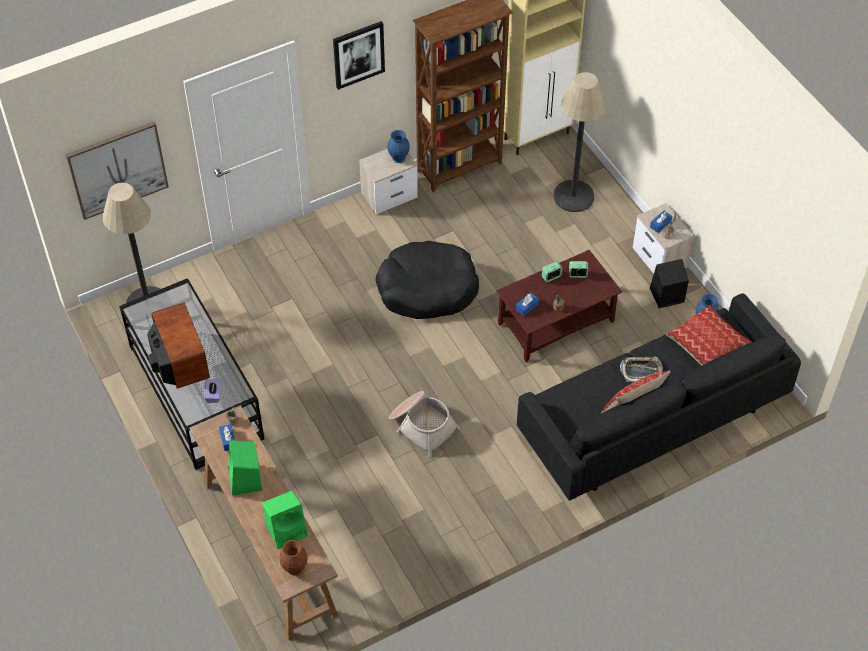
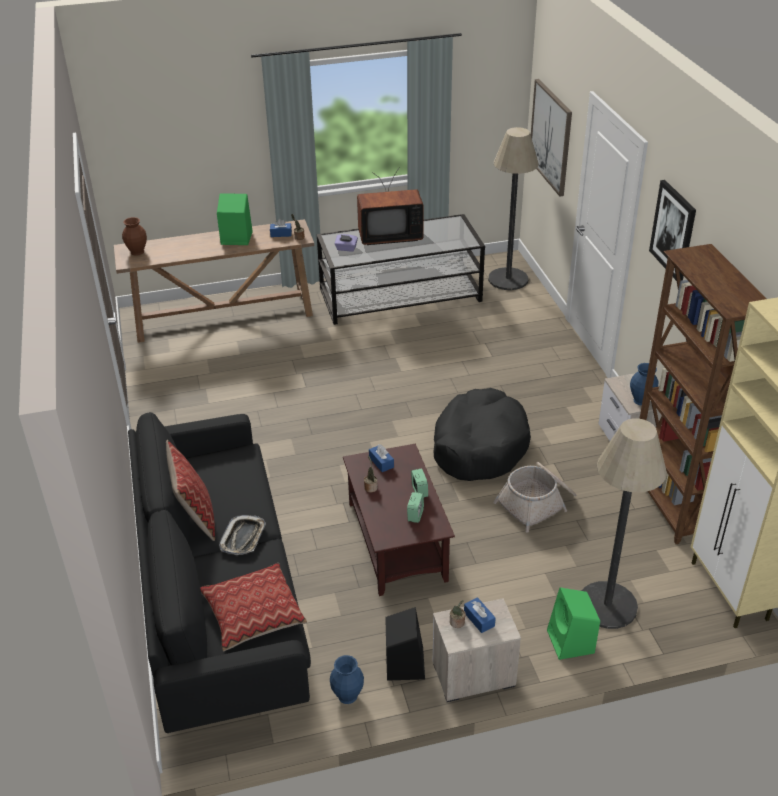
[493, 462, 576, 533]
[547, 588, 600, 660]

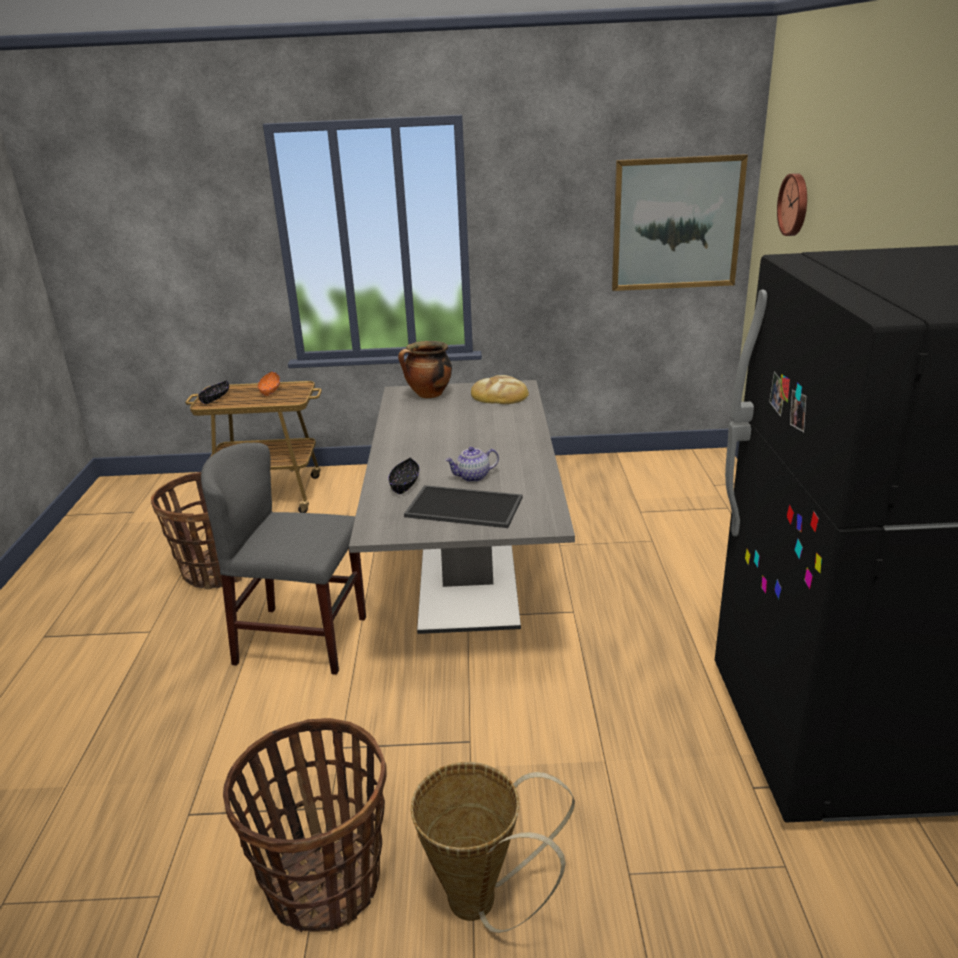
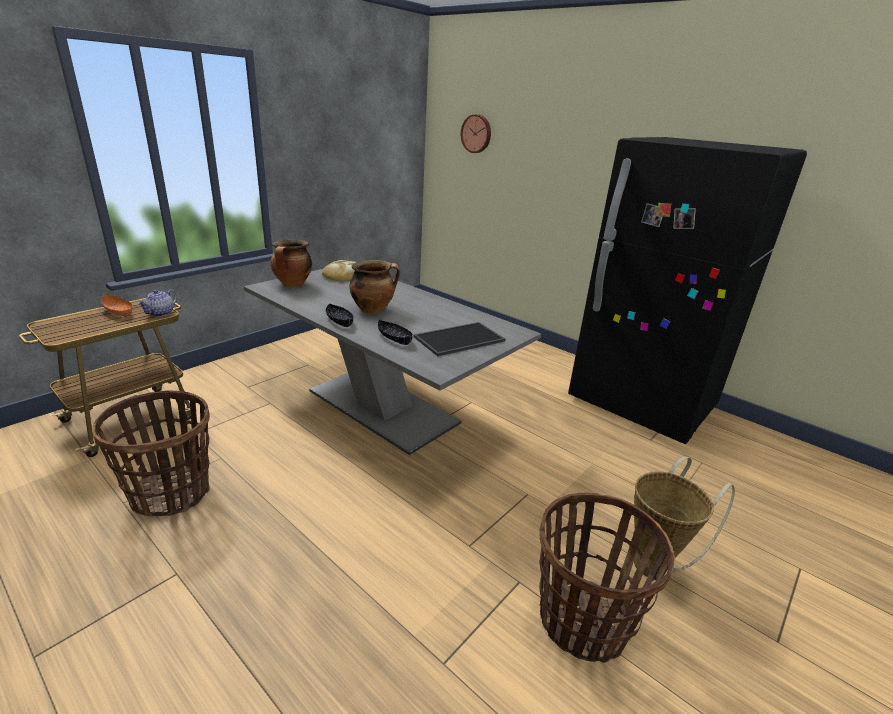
[612, 154, 748, 291] (first image)
[326, 303, 354, 327]
[201, 443, 366, 675] (first image)
[137, 290, 177, 317]
[349, 260, 400, 314]

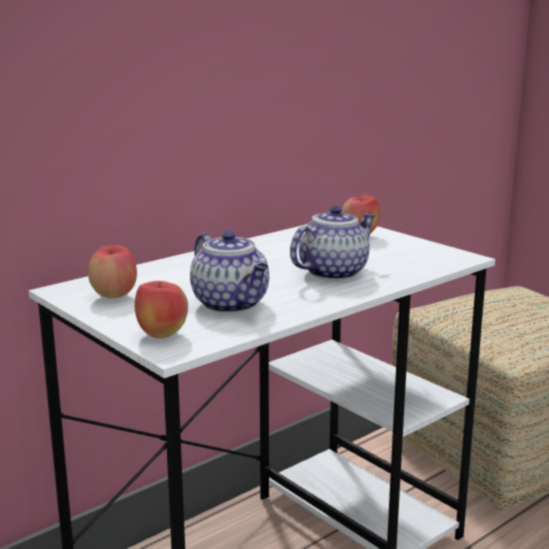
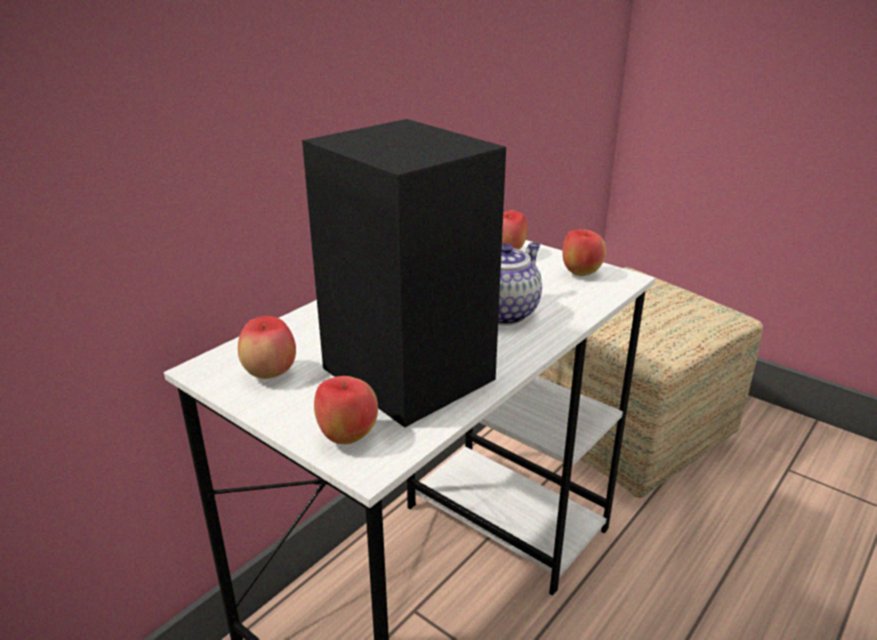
[302, 119, 506, 428]
[562, 229, 606, 276]

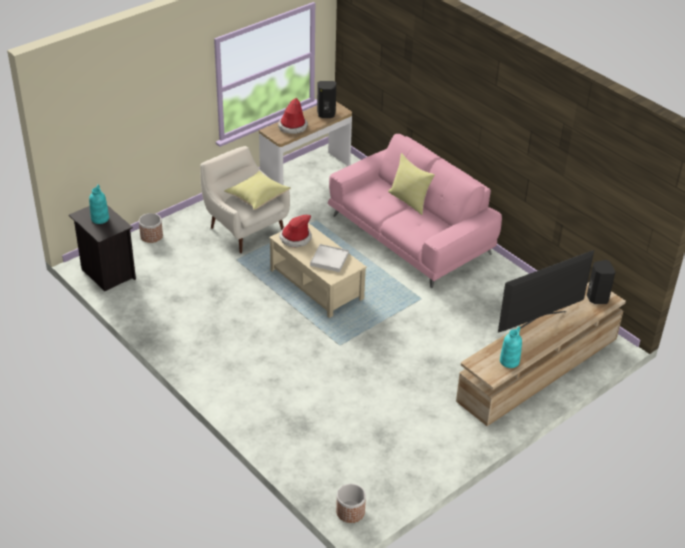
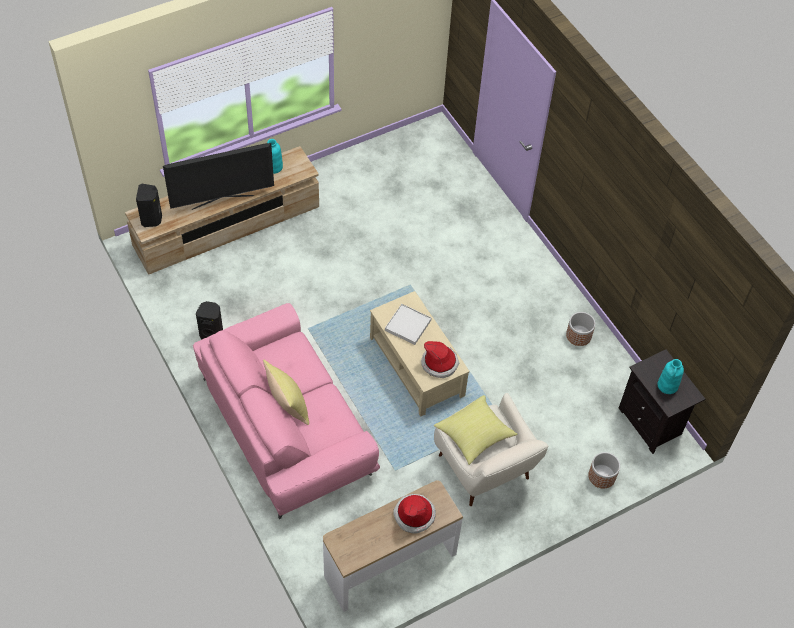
[196, 301, 223, 340]
[566, 312, 595, 346]

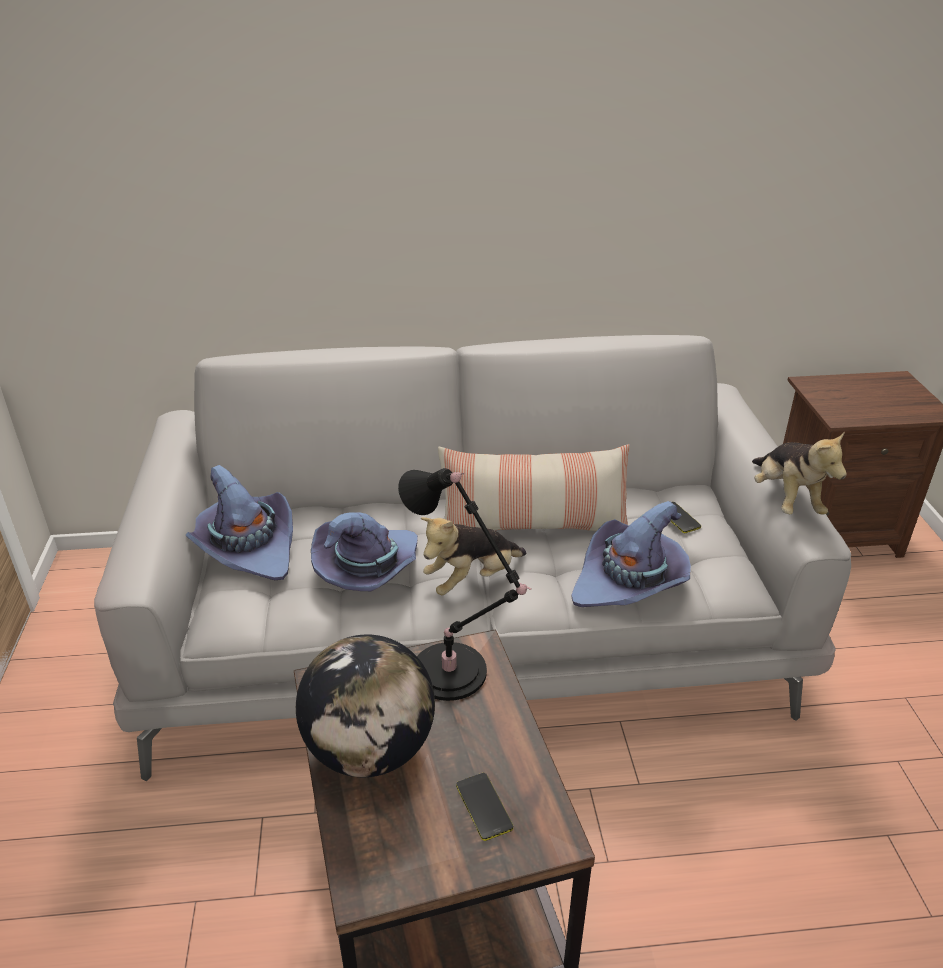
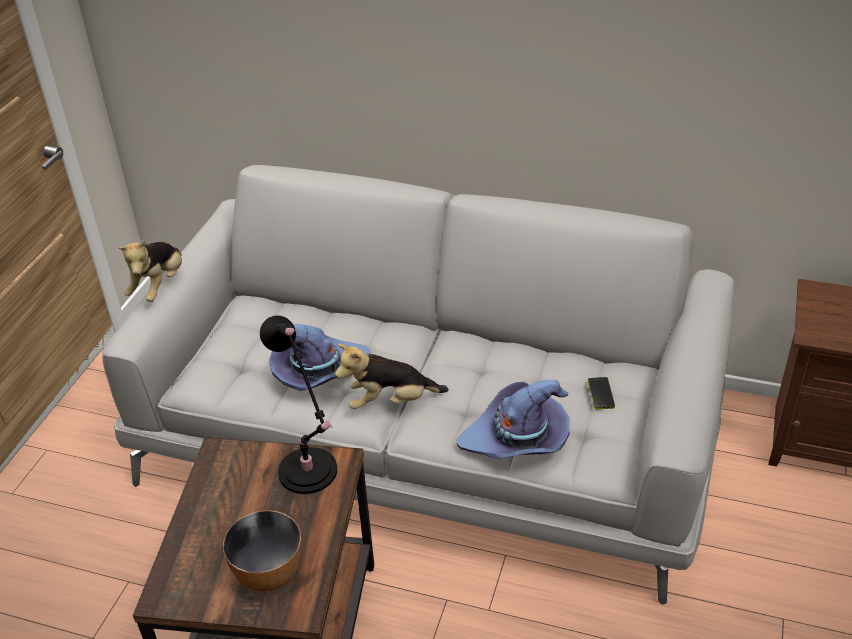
[119, 239, 182, 302]
[438, 444, 629, 531] (first image)
[186, 465, 293, 580] (first image)
[296, 634, 435, 777] (first image)
[223, 510, 302, 592]

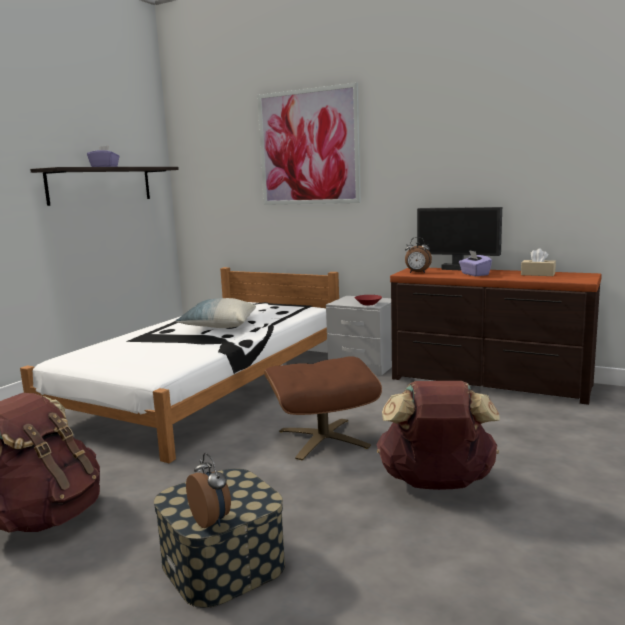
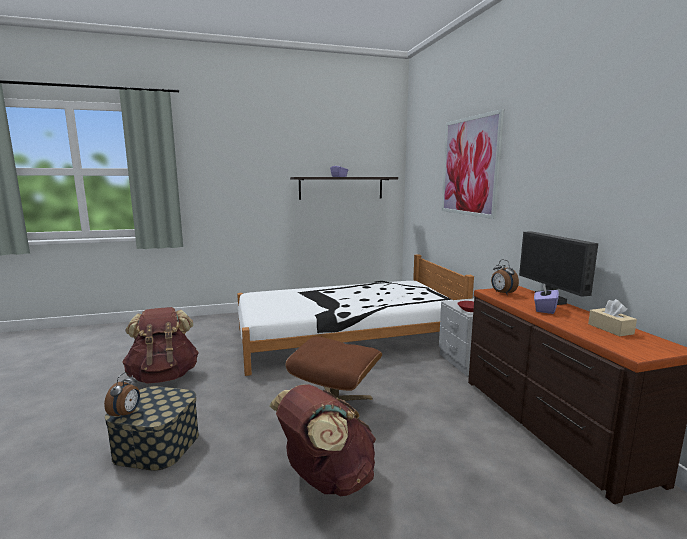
[175, 298, 256, 328] (first image)

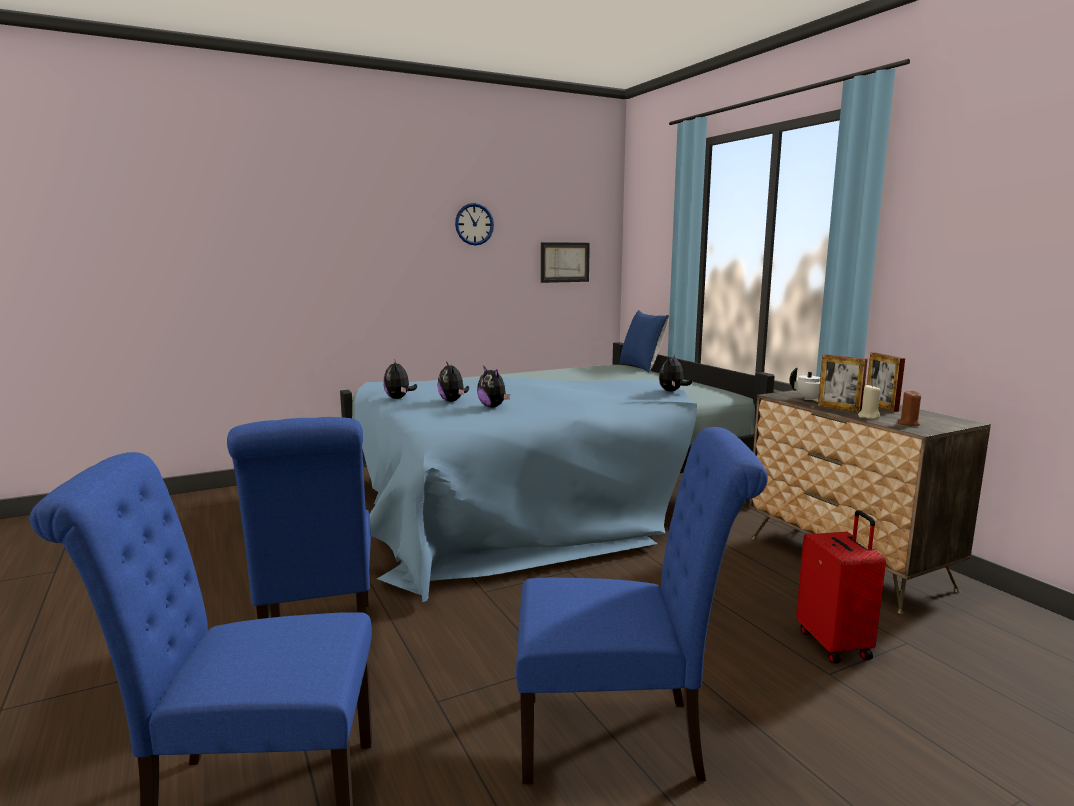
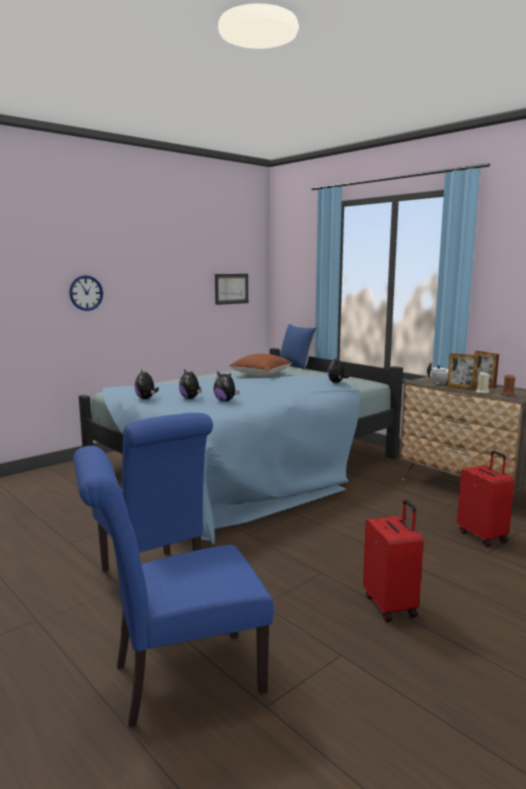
[69, 275, 103, 311]
[363, 499, 424, 622]
[229, 353, 293, 376]

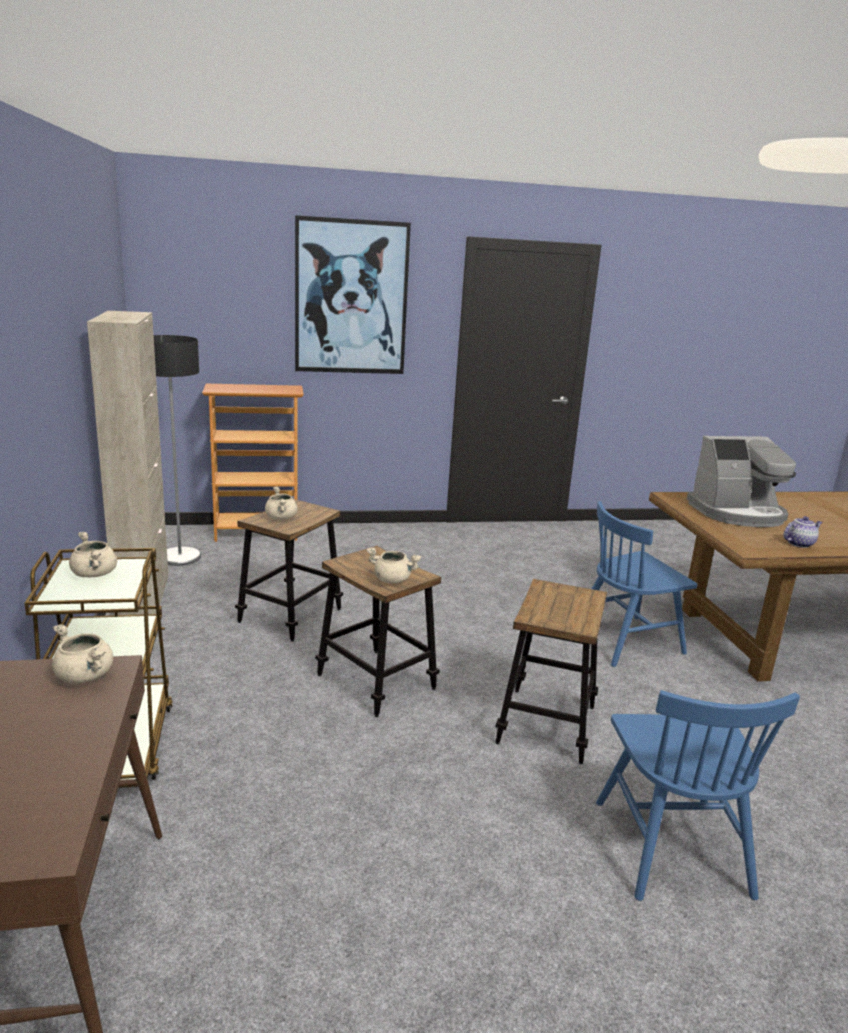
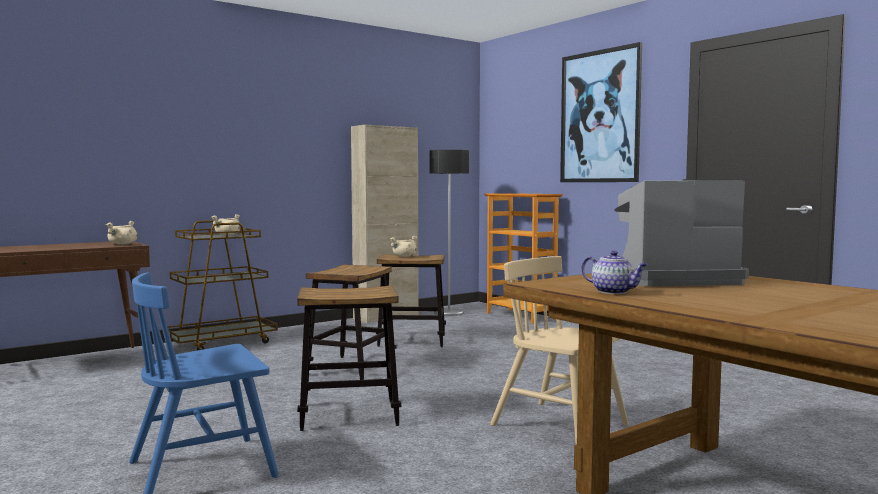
[615, 179, 749, 286]
[490, 256, 629, 444]
[367, 547, 421, 584] (first image)

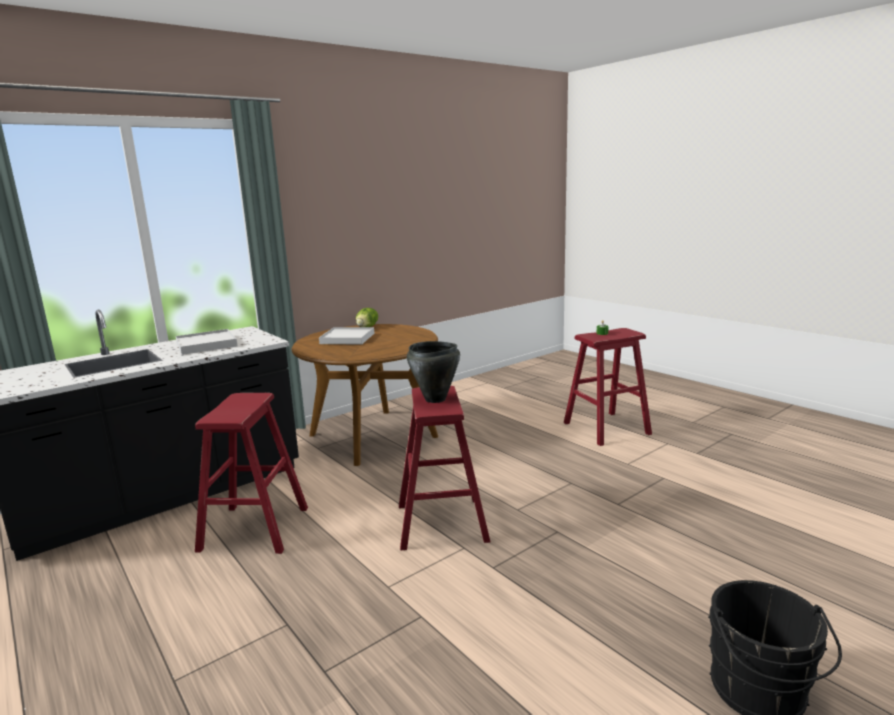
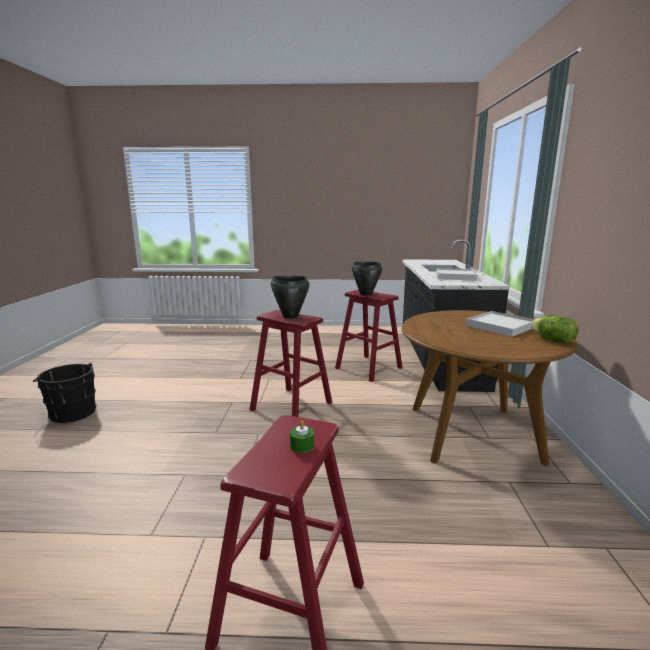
[352, 262, 382, 296]

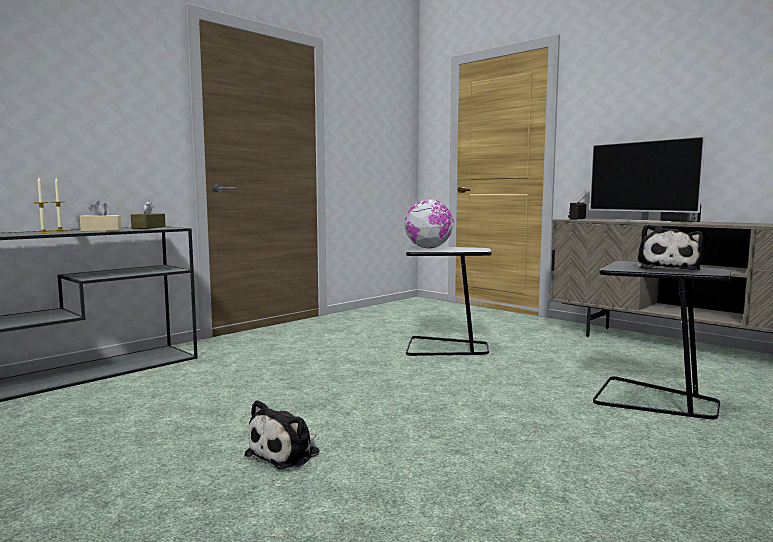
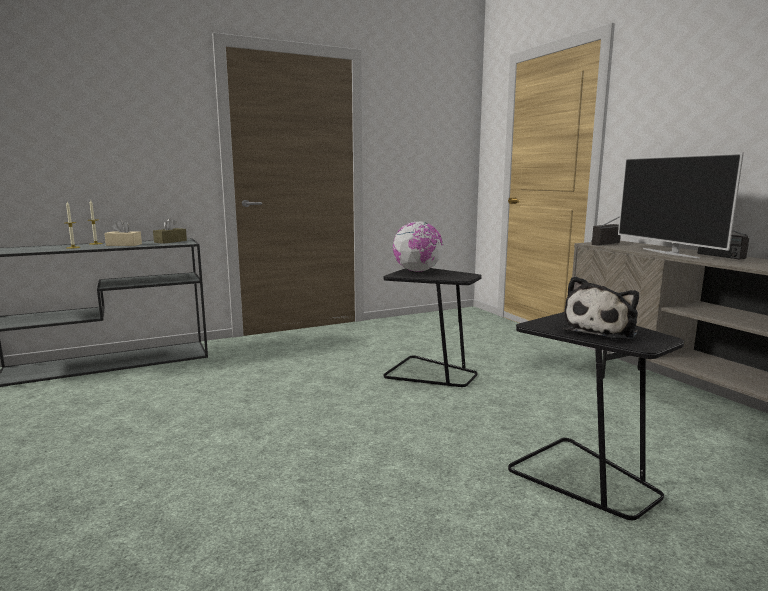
[244, 400, 320, 469] (first image)

